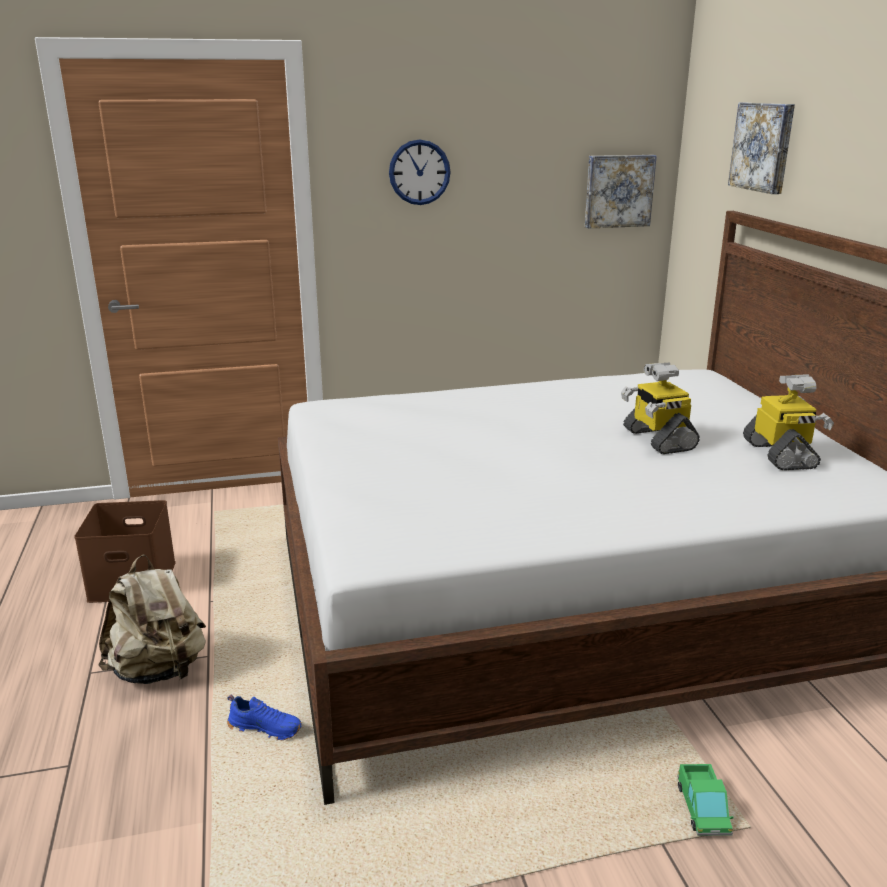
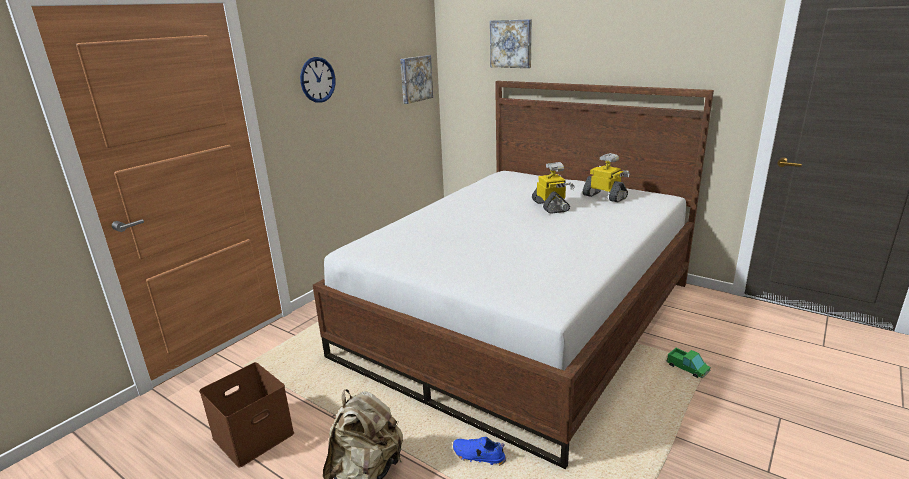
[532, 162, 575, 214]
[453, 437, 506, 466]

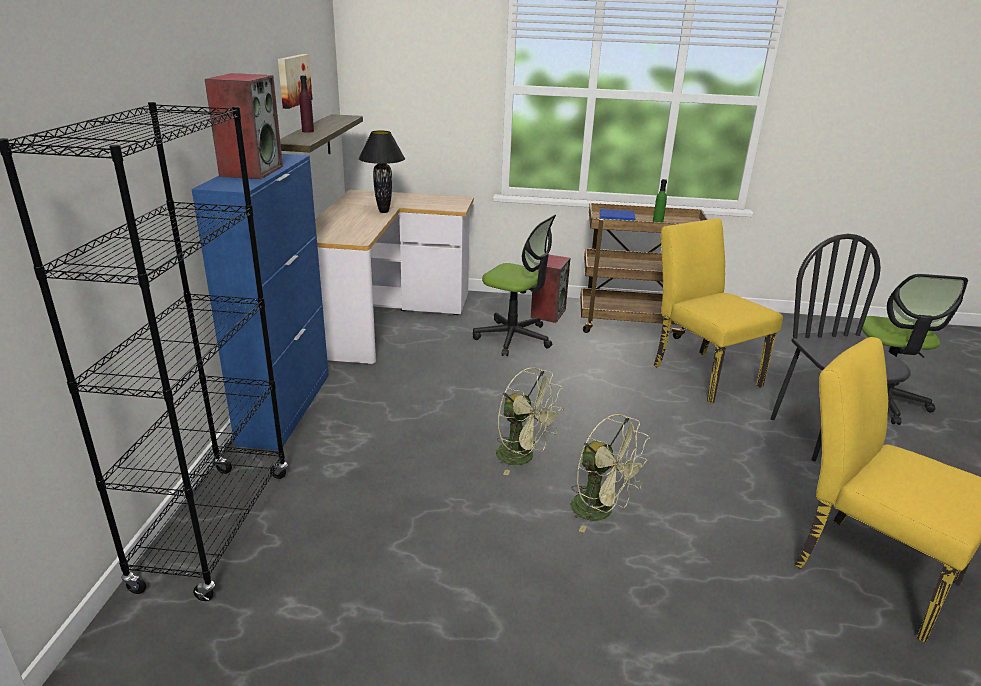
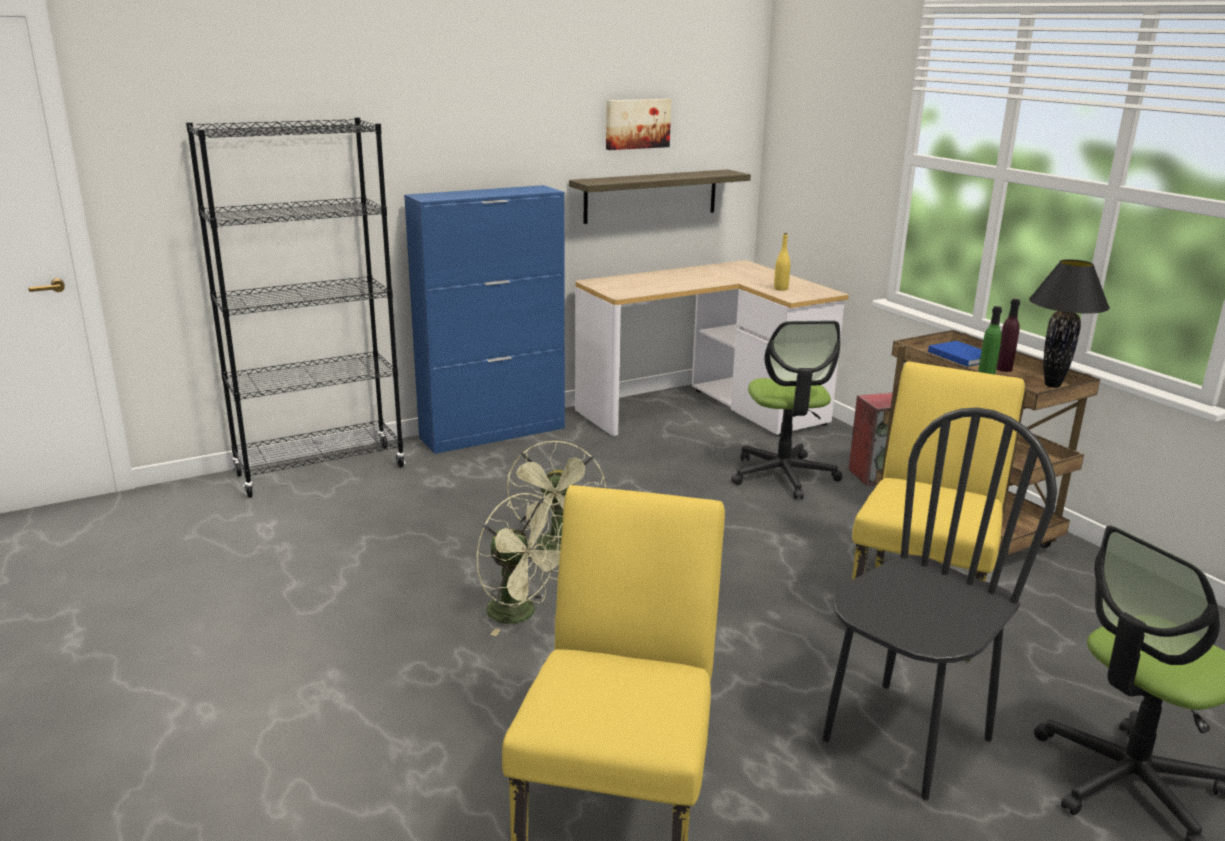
[205, 73, 283, 179] (first image)
[996, 299, 1020, 372]
[1029, 259, 1110, 388]
[476, 493, 563, 636]
[774, 233, 790, 291]

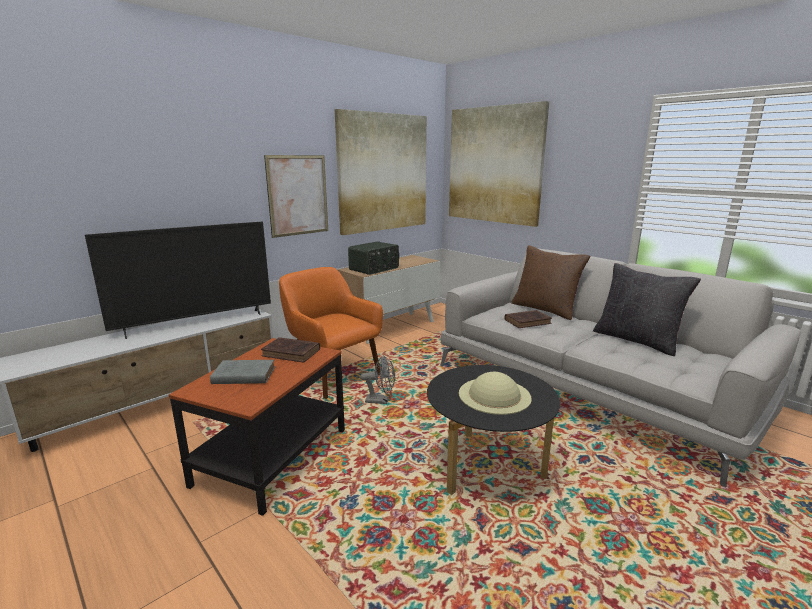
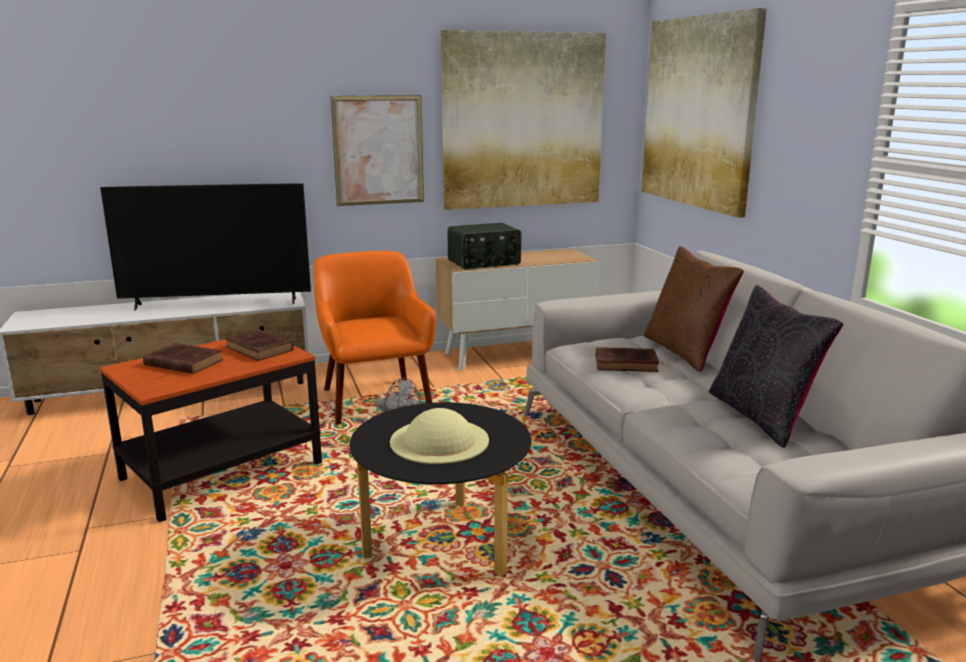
[143, 343, 223, 374]

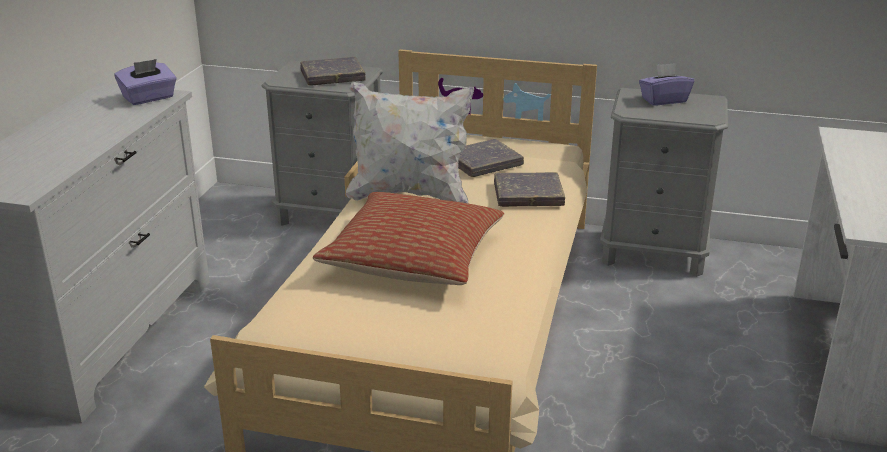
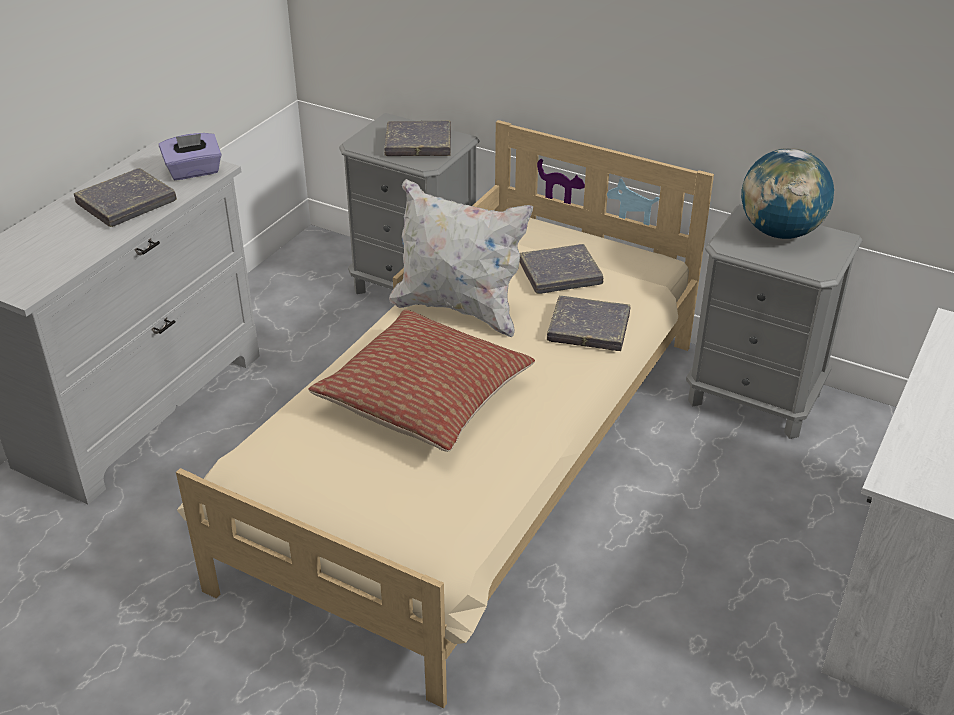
[741, 148, 834, 239]
[74, 168, 177, 227]

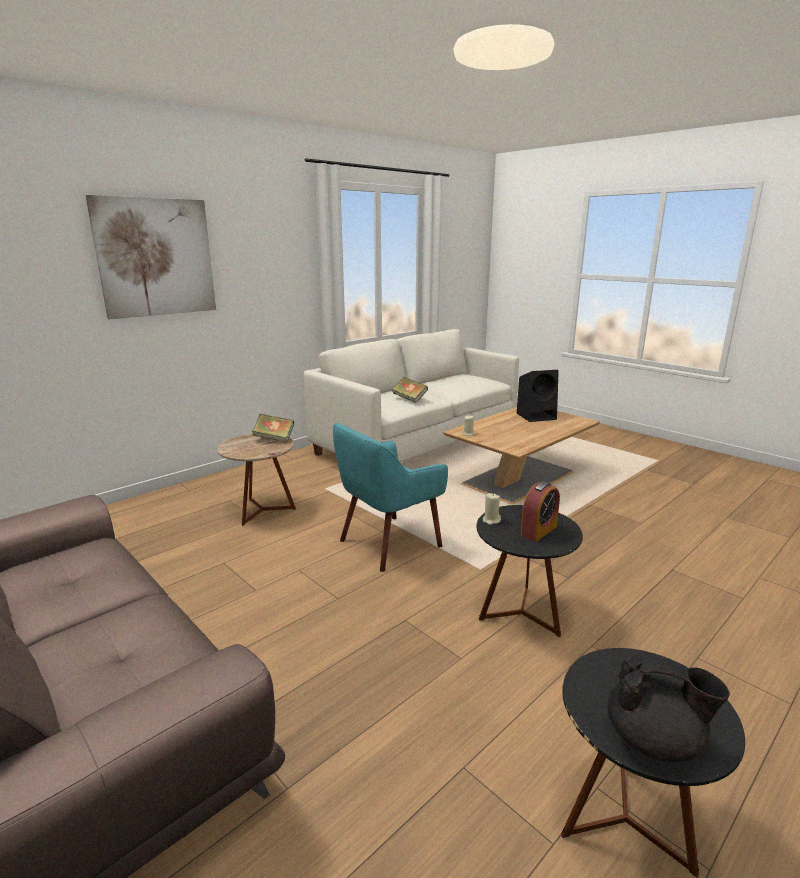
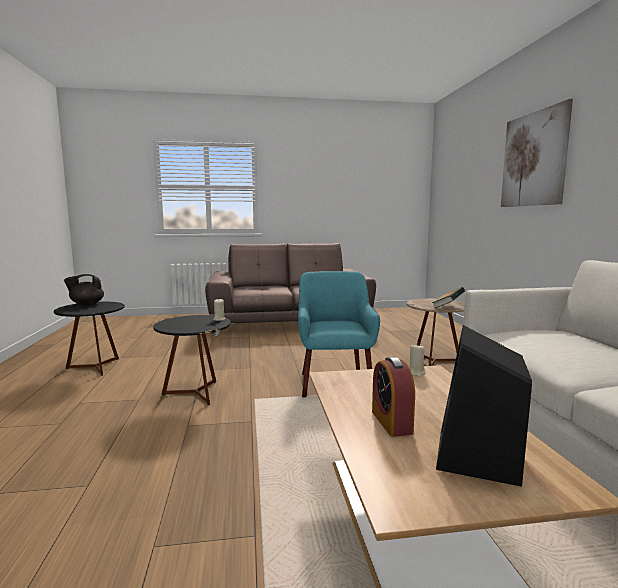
[392, 377, 428, 403] (first image)
[372, 357, 415, 437]

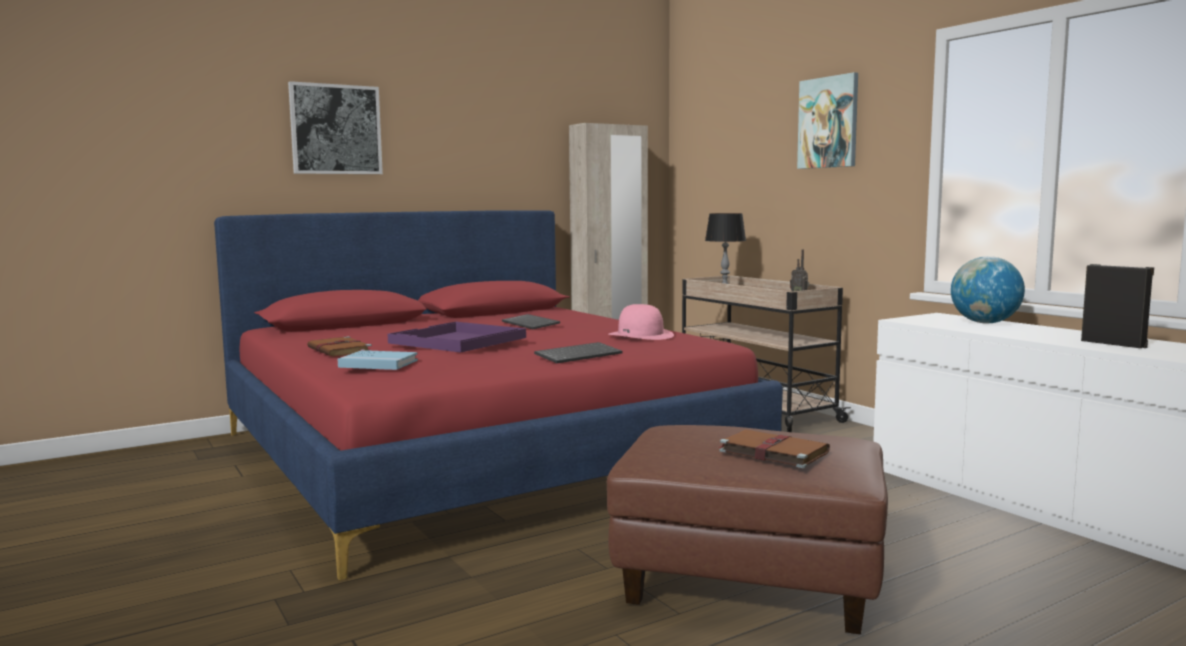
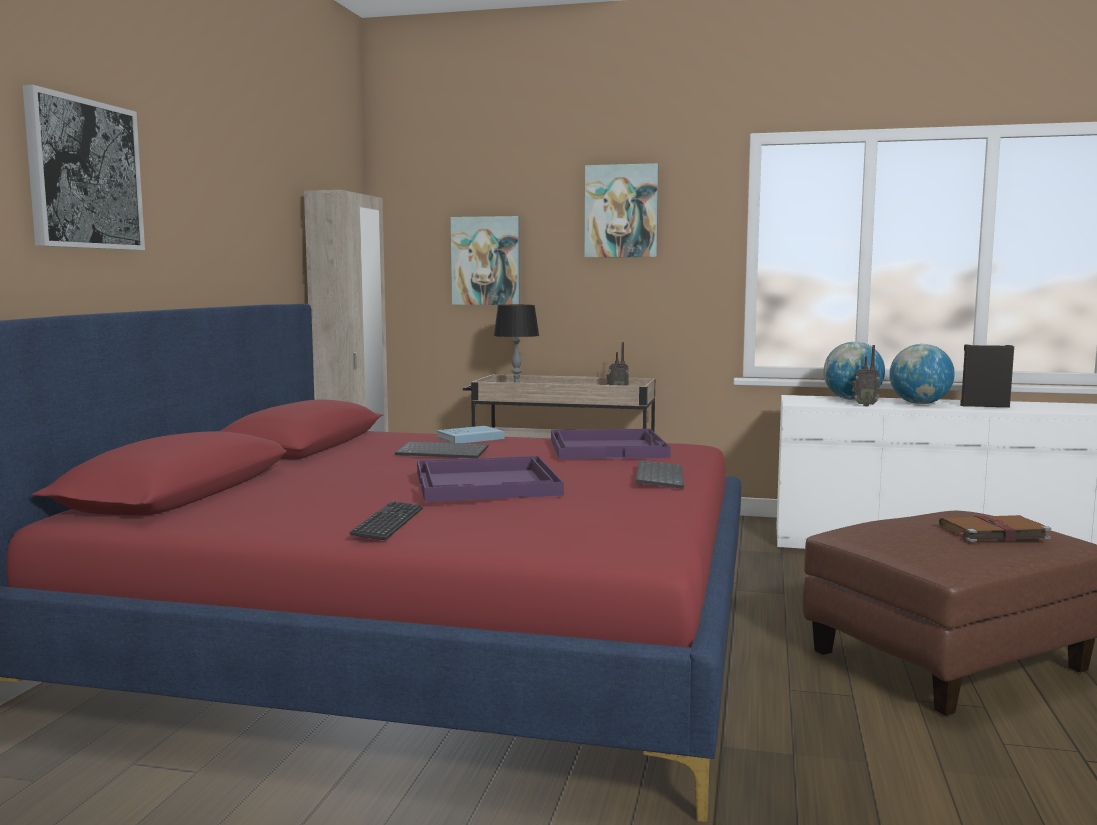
[551, 429, 671, 459]
[349, 501, 423, 540]
[436, 426, 505, 443]
[451, 216, 520, 305]
[889, 344, 955, 404]
[852, 345, 880, 407]

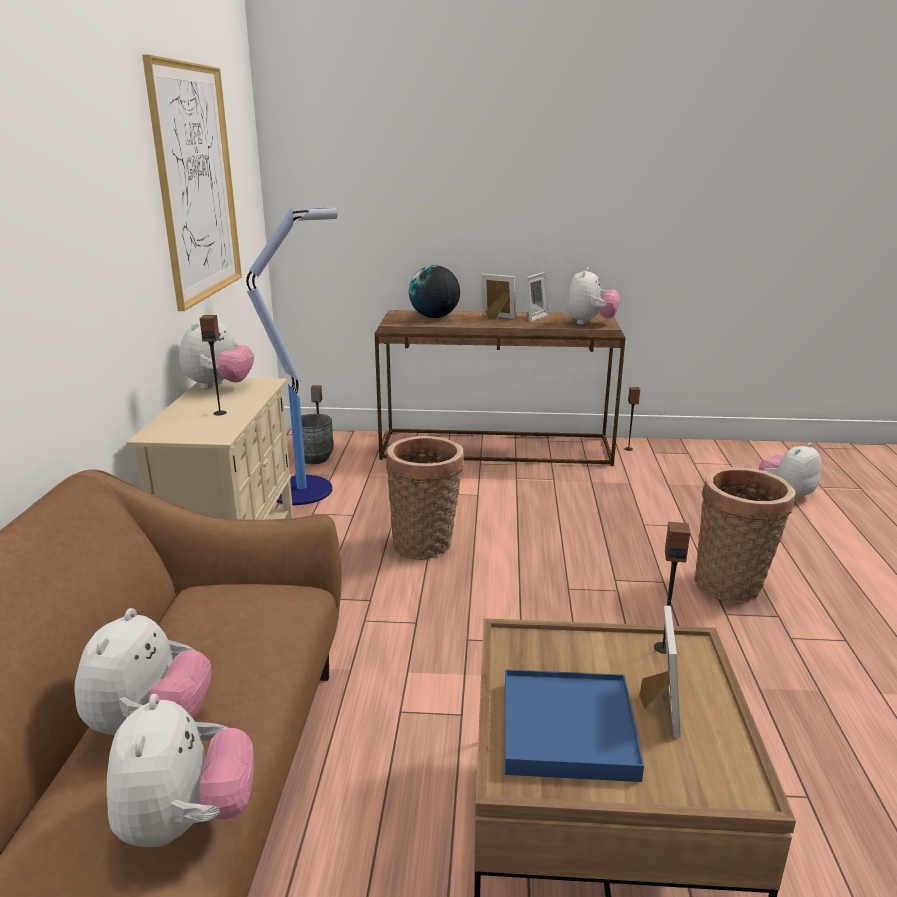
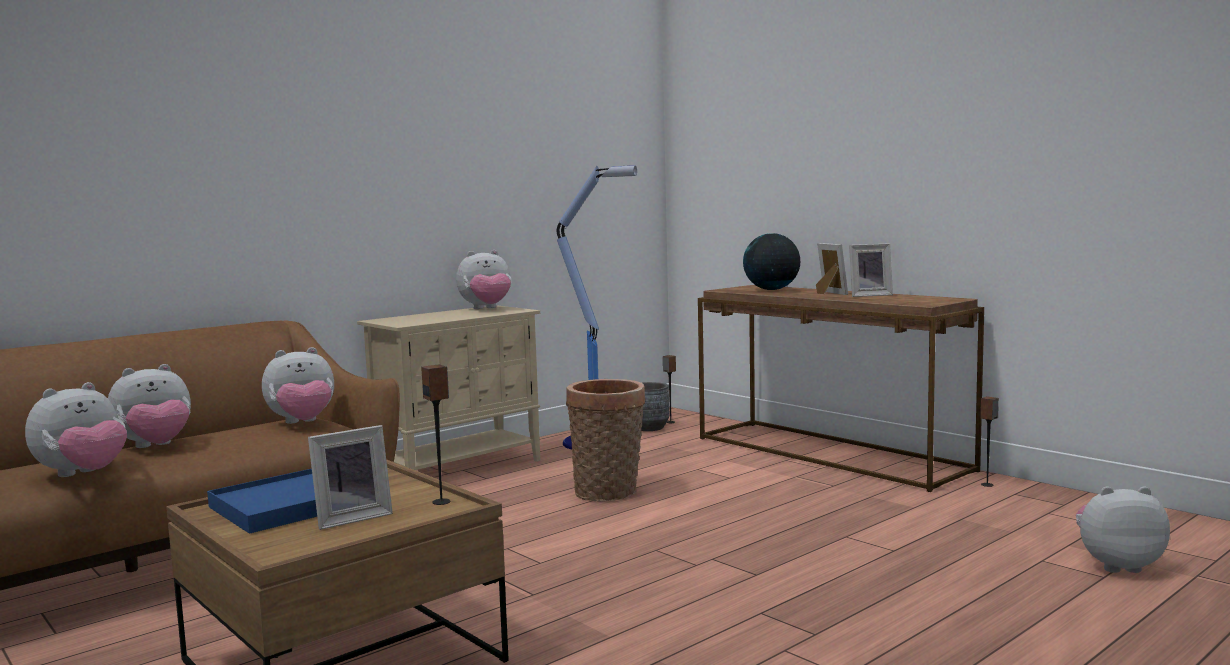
[142, 55, 242, 311] (first image)
[262, 347, 334, 424]
[200, 315, 227, 416] (first image)
[694, 467, 796, 602] (first image)

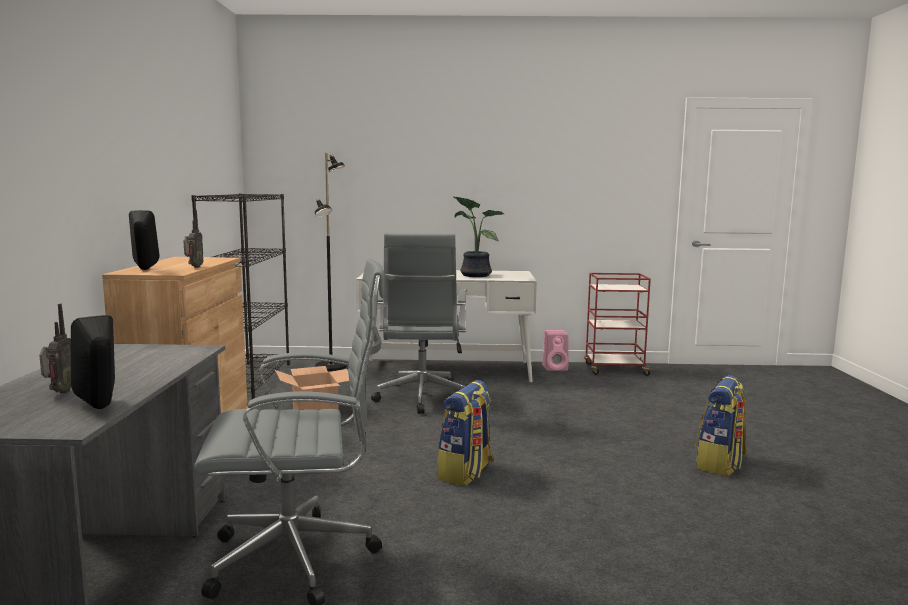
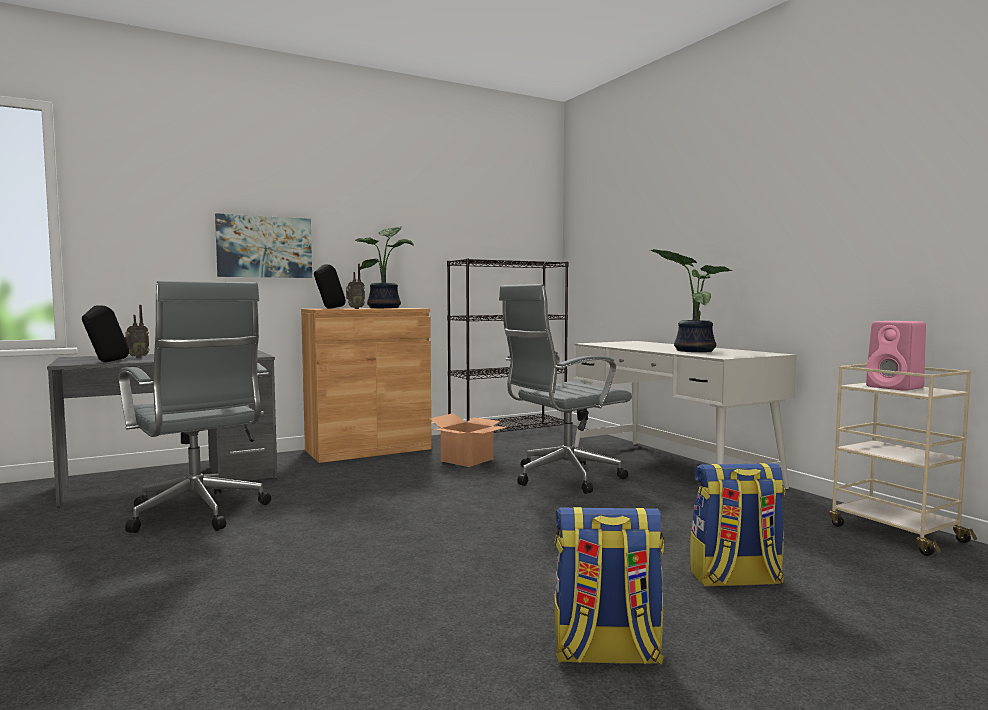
[315, 153, 347, 371] (first image)
[829, 364, 977, 556]
[866, 321, 926, 391]
[690, 463, 785, 587]
[215, 213, 312, 278]
[355, 227, 414, 308]

